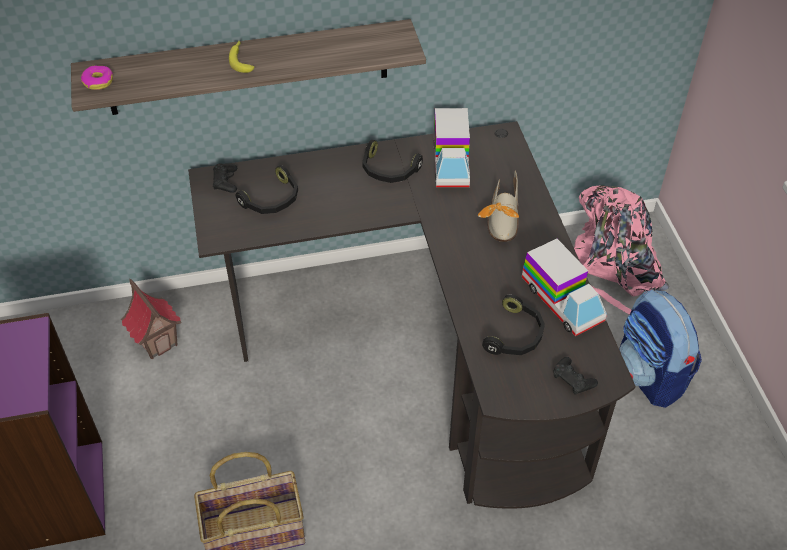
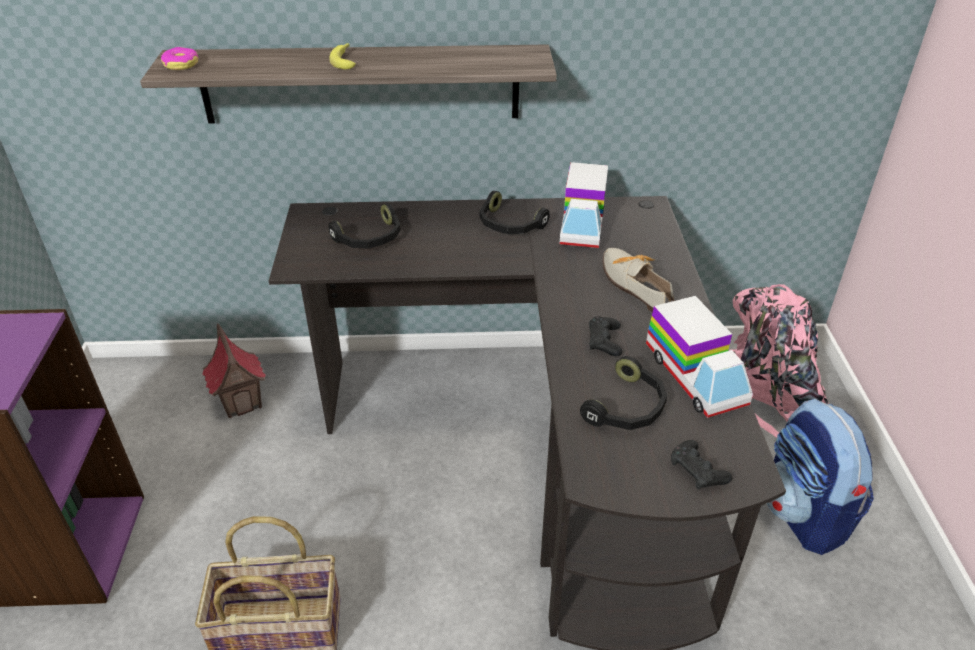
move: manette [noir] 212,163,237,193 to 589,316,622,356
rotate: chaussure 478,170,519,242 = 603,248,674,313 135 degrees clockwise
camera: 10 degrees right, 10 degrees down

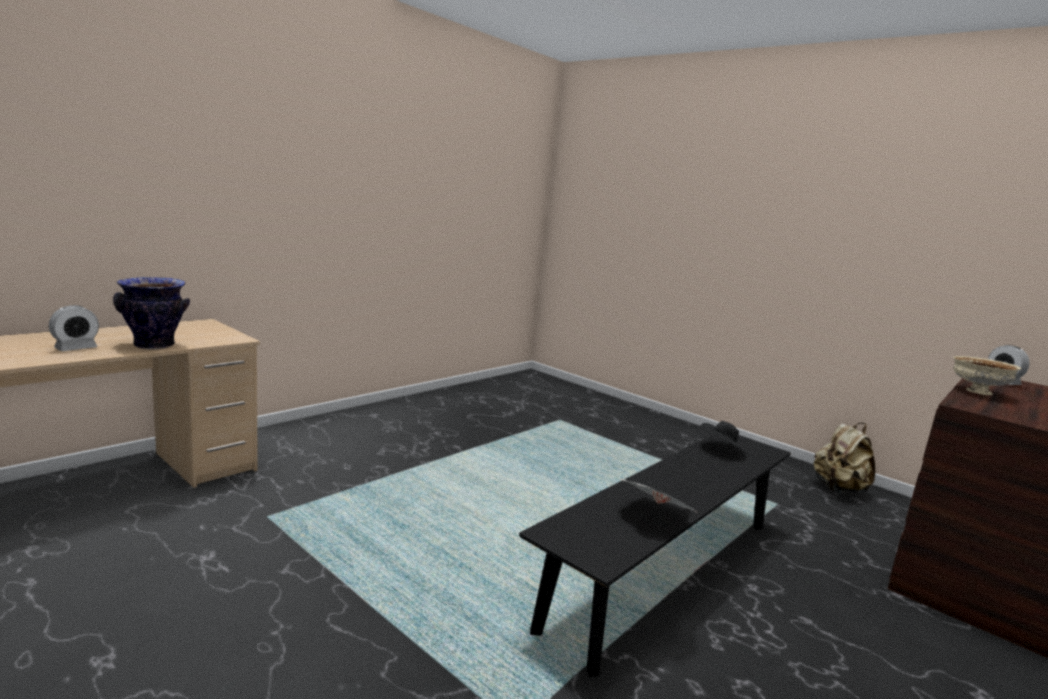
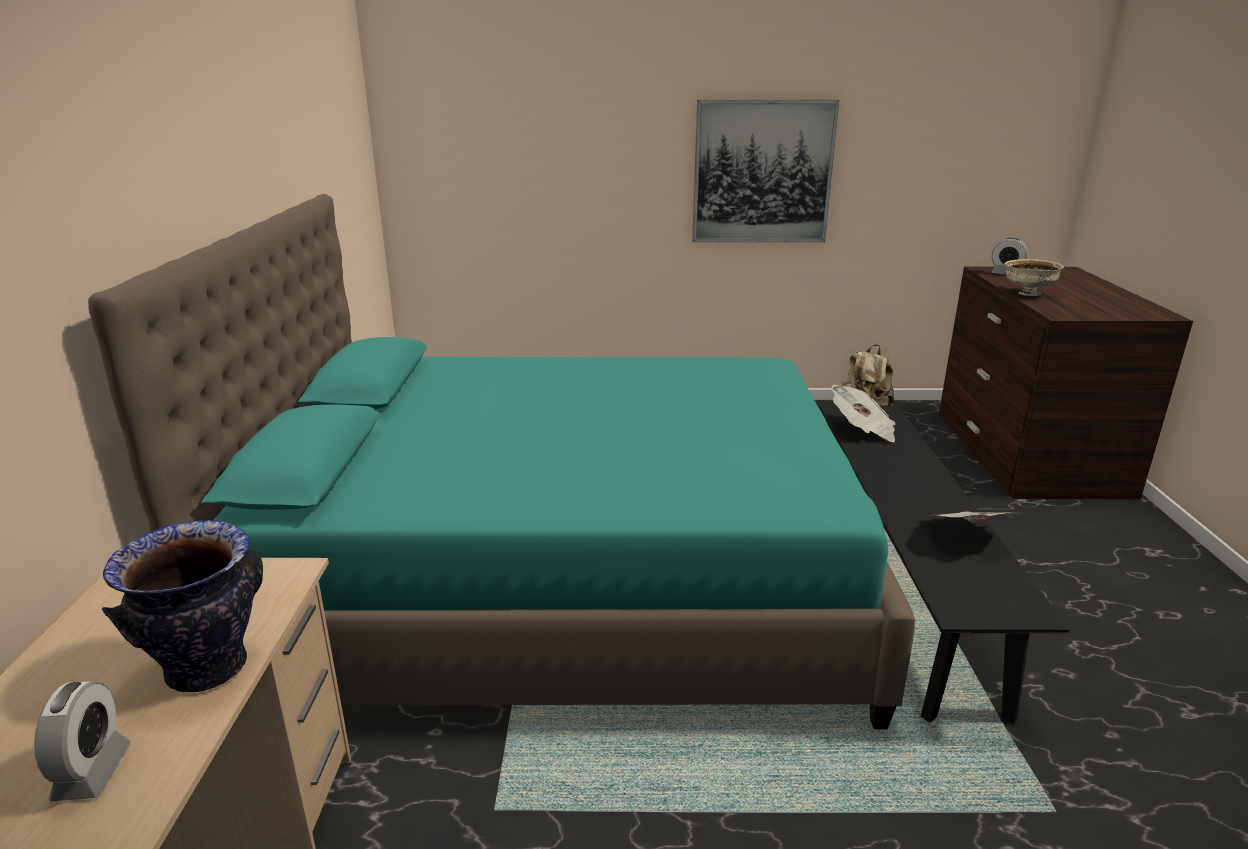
insert: lit [turquoise] 88,194,915,729; tableau 692,100,839,242
replace: chapeau [noir] 700,421,748,454 to journal 831,384,895,442
camera: 40 degrees left, 10 degrees up

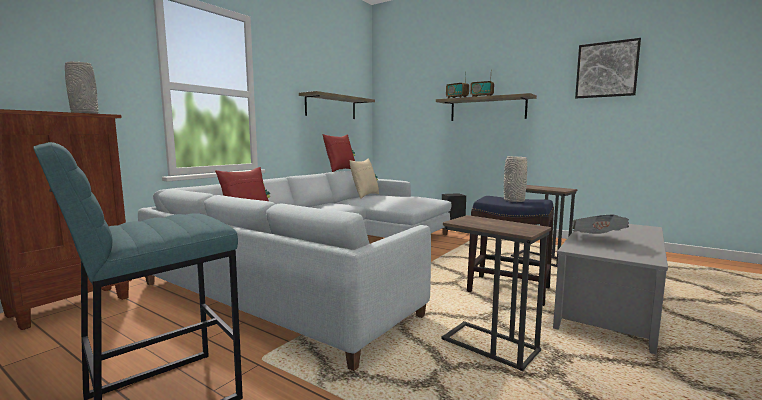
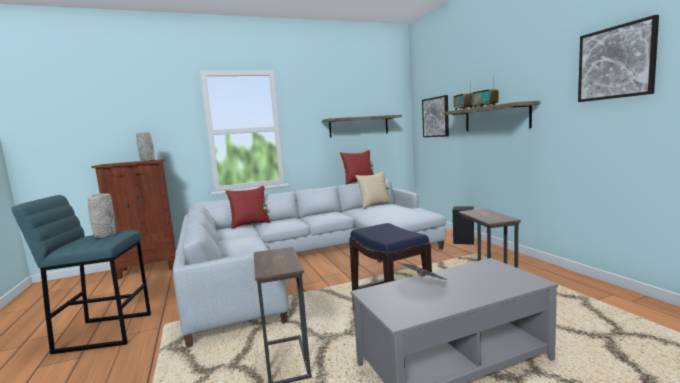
insert: tableau 422,95,449,137
move: vase [gris] 504,156,527,202 to 88,193,116,238
camera: 35 degrees right, 0 degrees up

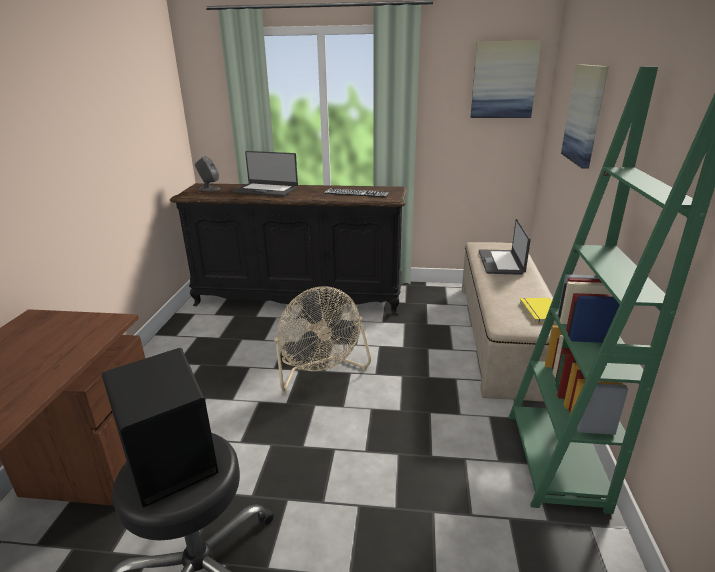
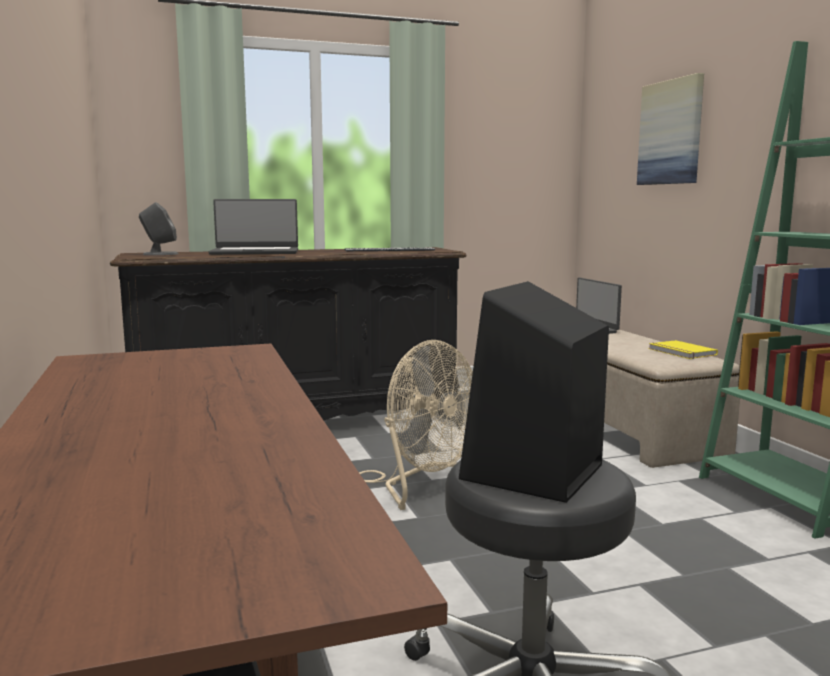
delete: tableau 471,40,542,118
camera: 25 degrees left, 15 degrees down

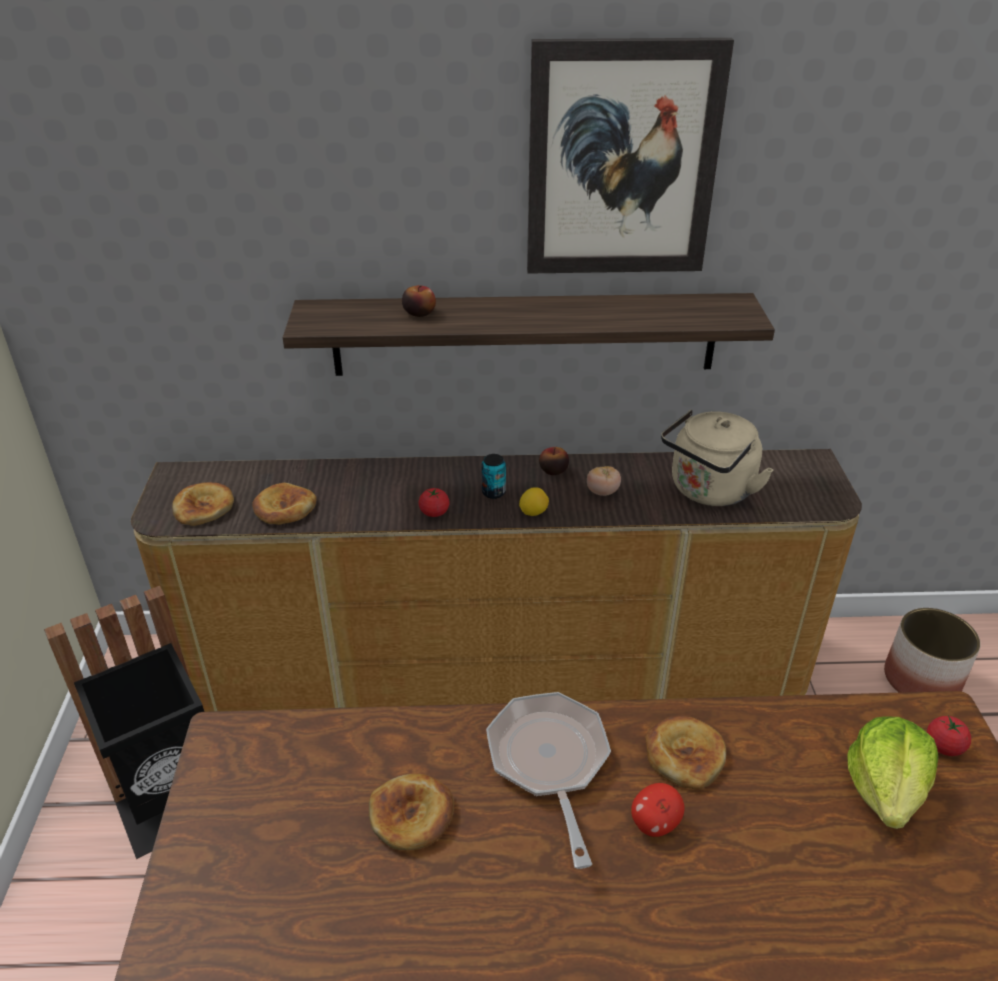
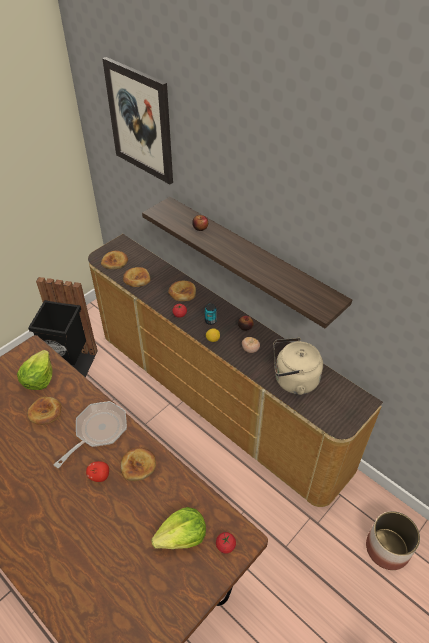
insert: laitue 17,350,52,390; pain 168,281,196,301
move: tableau 527,38,734,274 to 102,57,173,184
camera: 45 degrees right, 10 degrees up

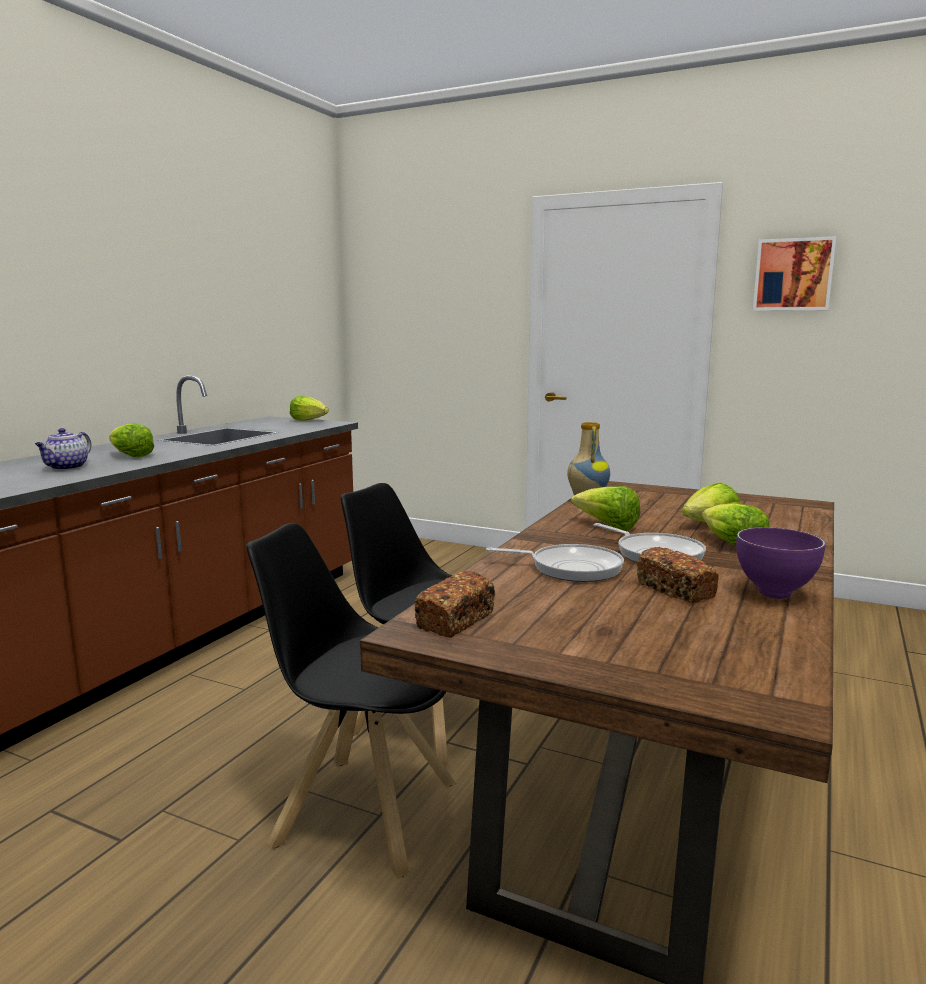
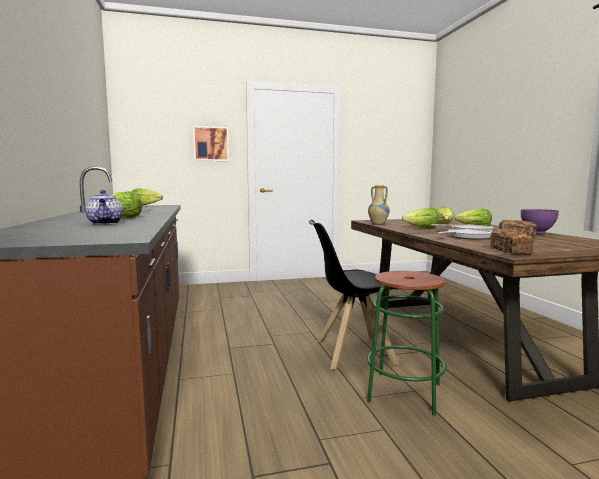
move: tableau 753,236,836,311 to 193,126,229,161
replace: chaise [noir] 246,523,456,879 to tabouret [vert] 367,271,447,416
camera: 40 degrees left, 5 degrees down

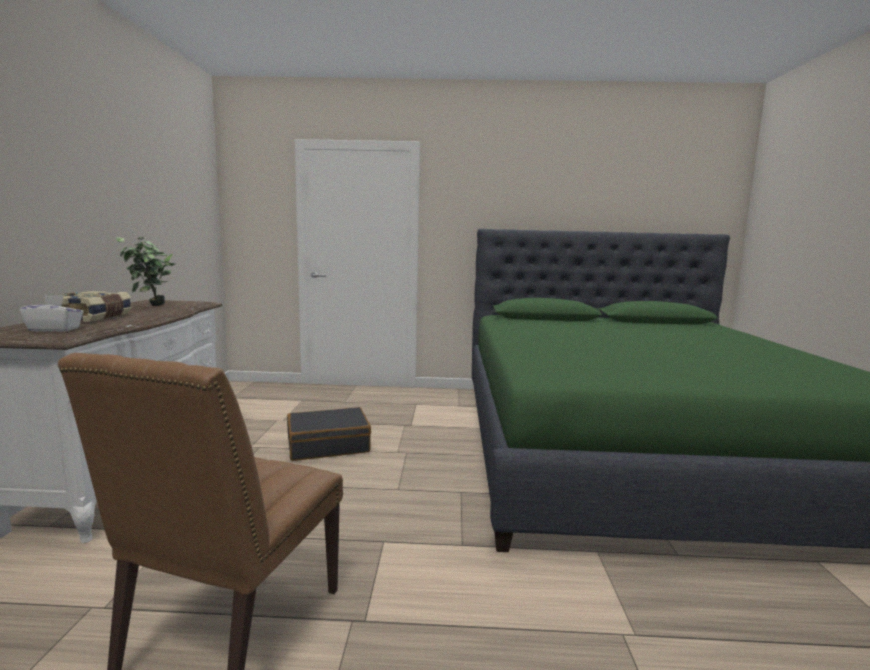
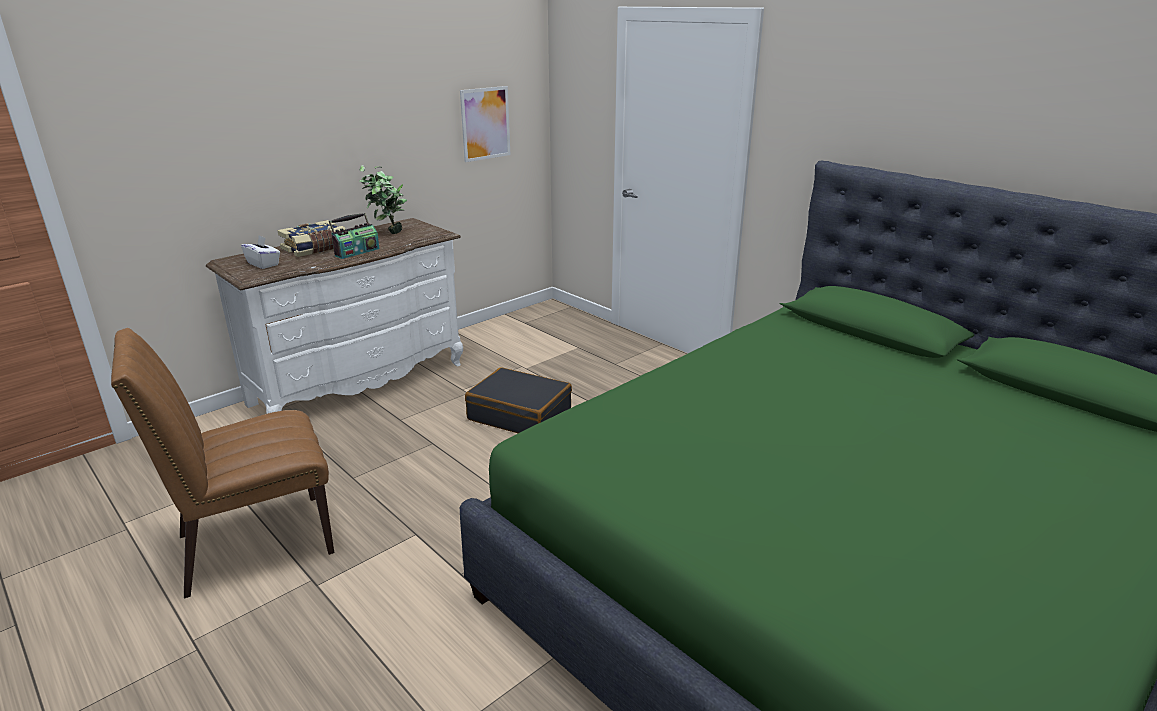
insert: radio 329,213,379,259; tableau 460,86,510,162
camera: 45 degrees right, 15 degrees up

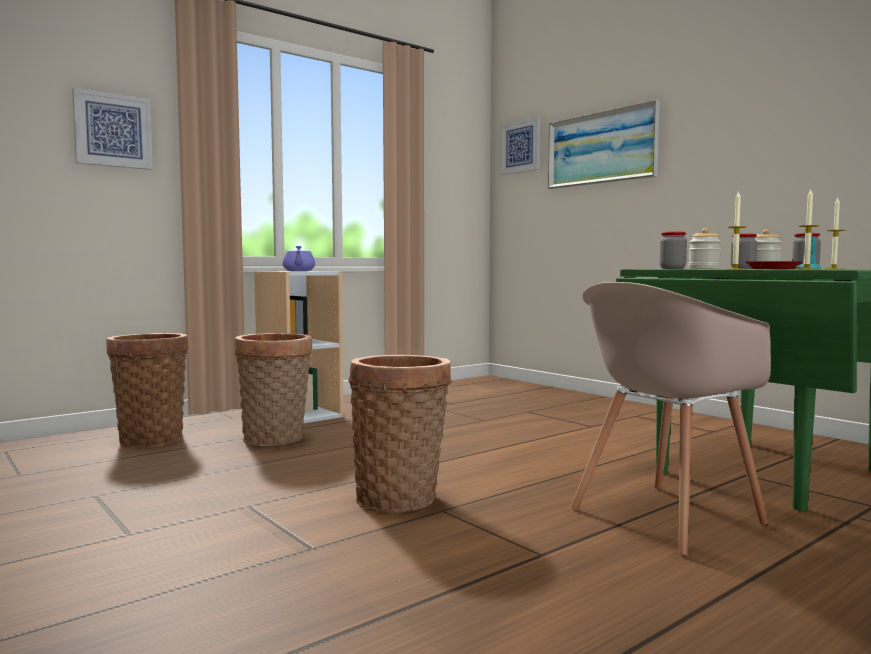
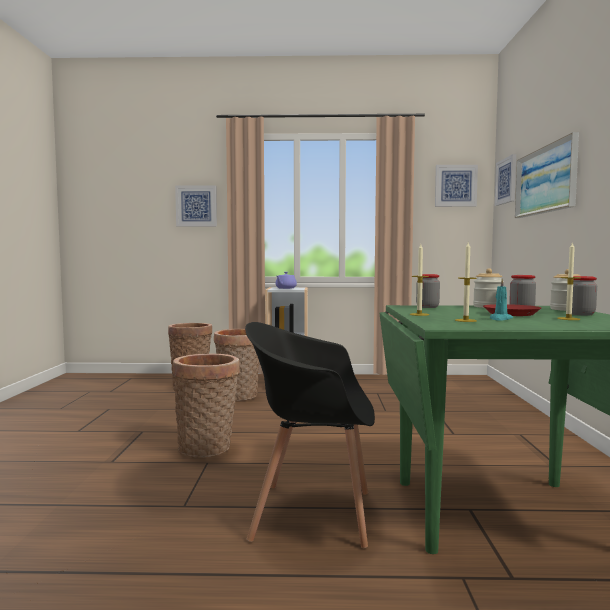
insert: tableau 435,165,478,207
recolor: chaise [beige] 571,282,771,555 to chaise [noir] 245,322,375,548
camera: 40 degrees right, 0 degrees up

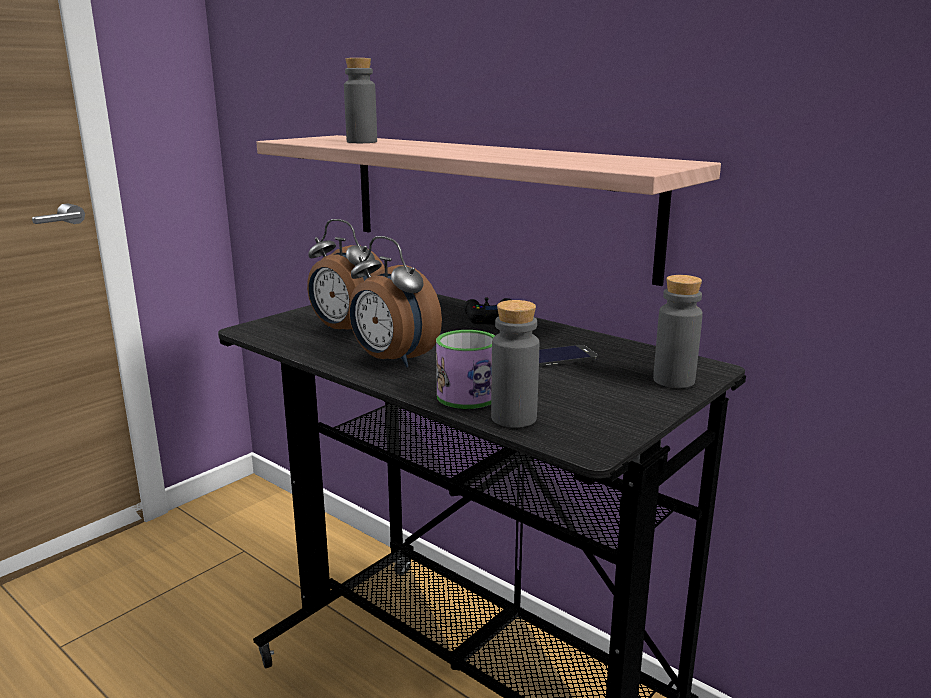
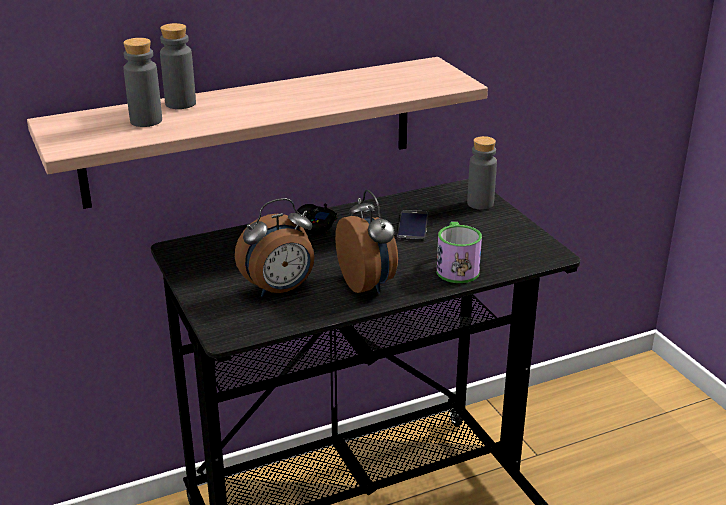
move: bouteille [gris] 491,300,539,428 to 160,23,196,109
rotate: réveil 349,236,442,368 = 335,190,398,294 90 degrees counterclockwise
camera: 65 degrees left, 10 degrees up

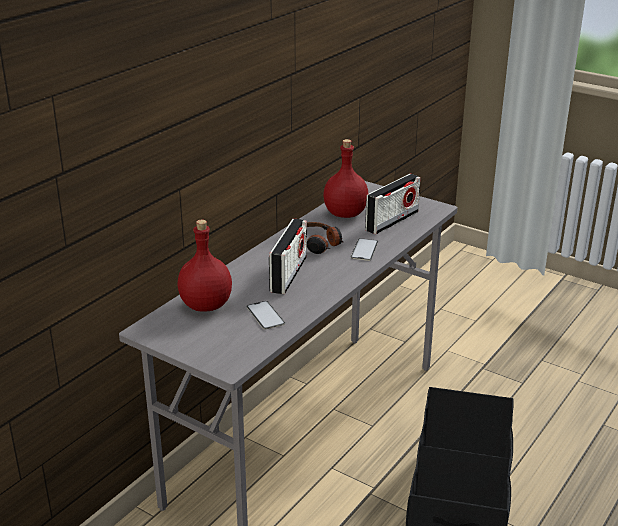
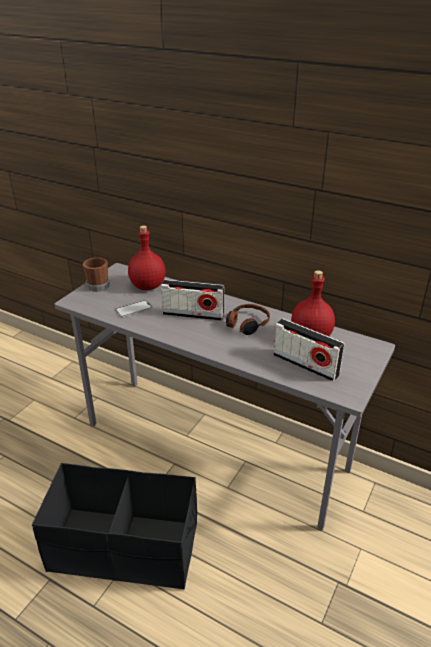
delete: téléphone 351,238,378,261
insert: mug [marron] 83,257,110,292
camera: 85 degrees right, 5 degrees up

